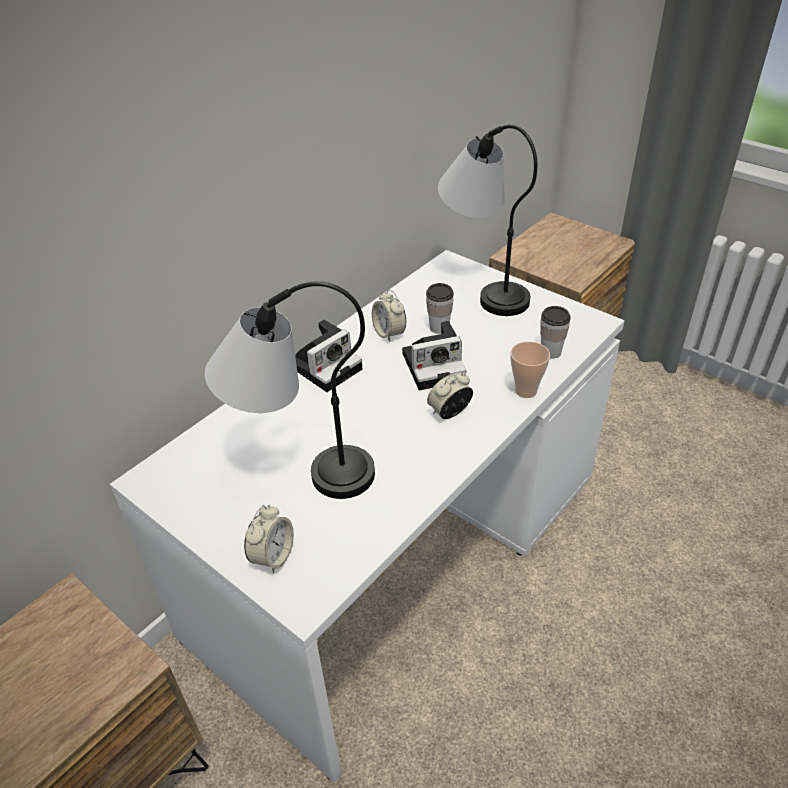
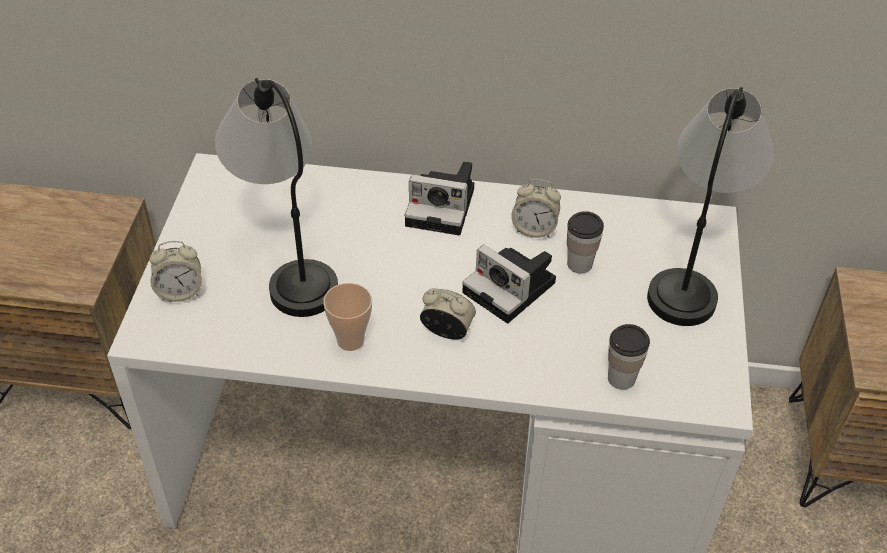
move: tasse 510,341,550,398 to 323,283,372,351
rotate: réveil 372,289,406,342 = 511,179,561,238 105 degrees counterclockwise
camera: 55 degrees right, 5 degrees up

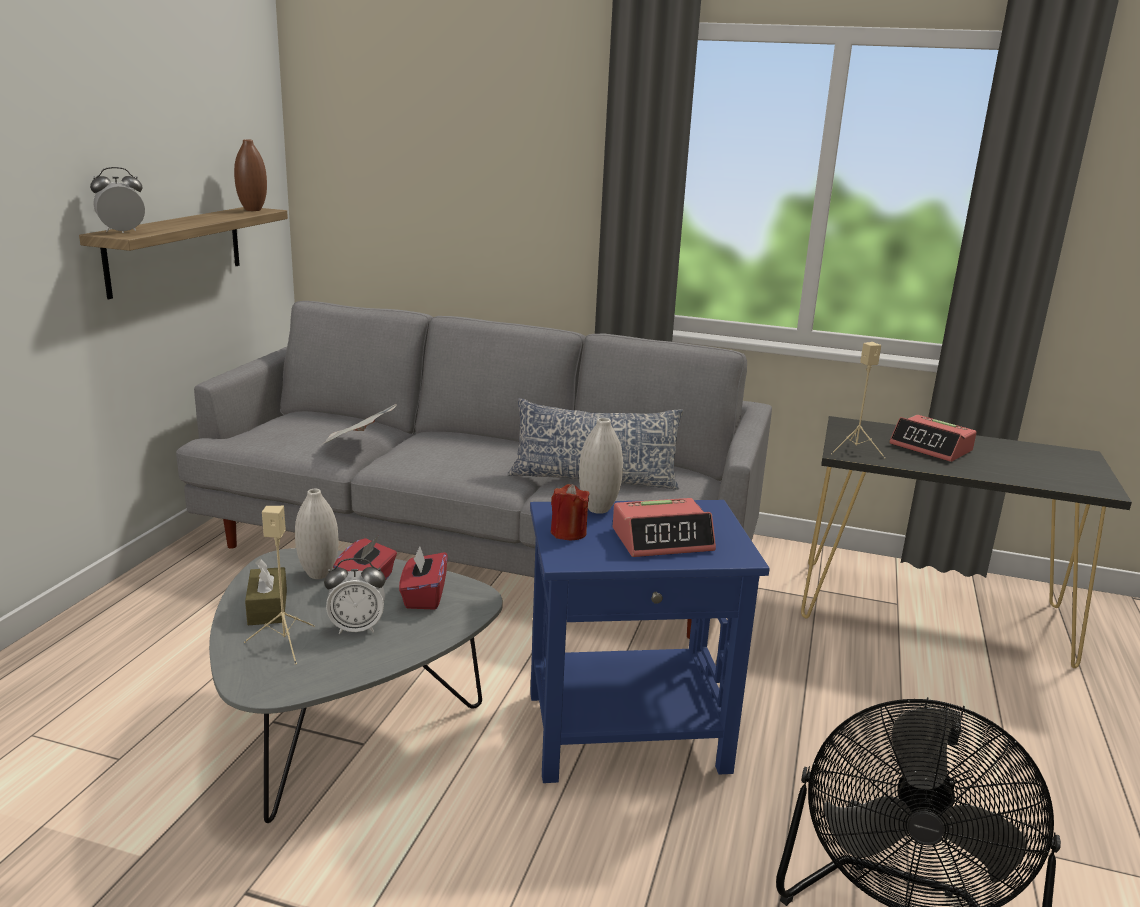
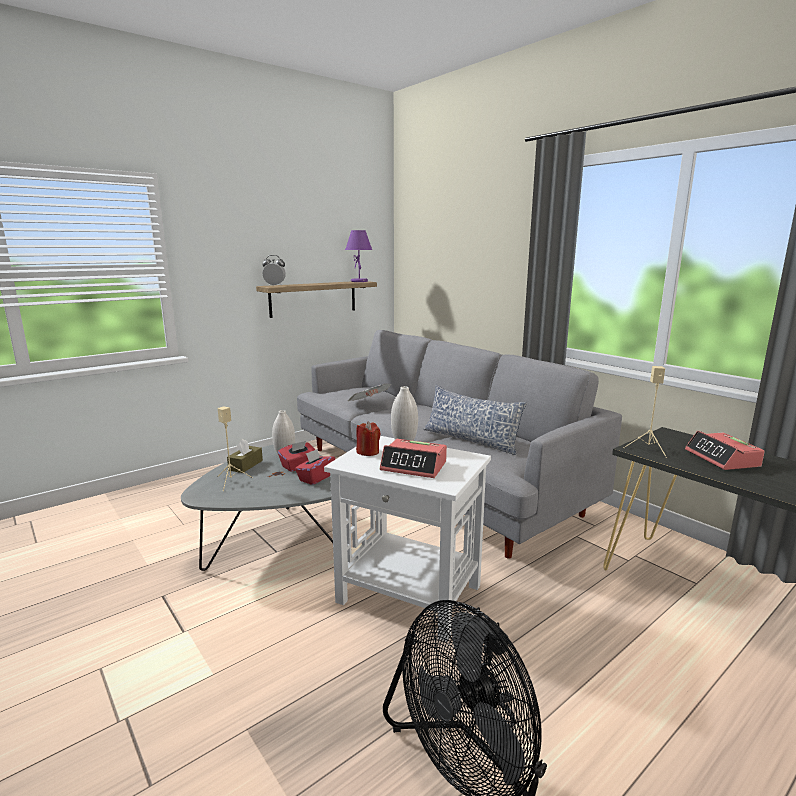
delete: réveil 324,558,386,634
replace: vase [marron] 234,139,267,211 to lampe de table [violet] 345,230,372,282
recolor: table d'appoint [bleu] 530,500,770,783 to table d'appoint [blanc] 324,436,491,642
camera: 35 degrees right, 5 degrees down

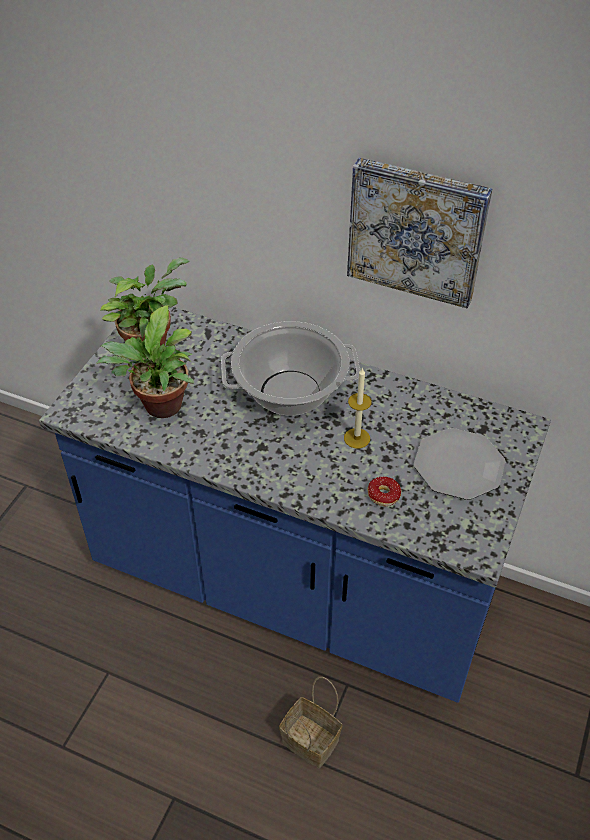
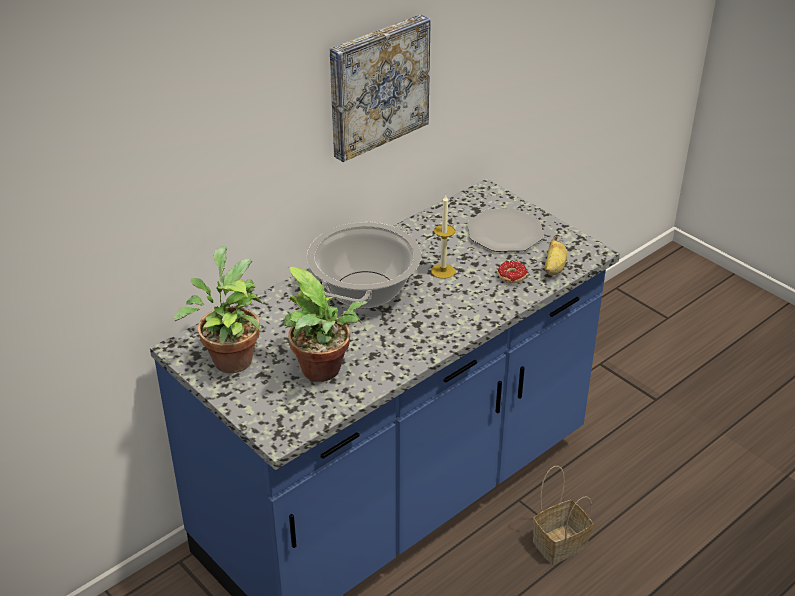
insert: banane 545,236,567,276
camera: 65 degrees left, 10 degrees down

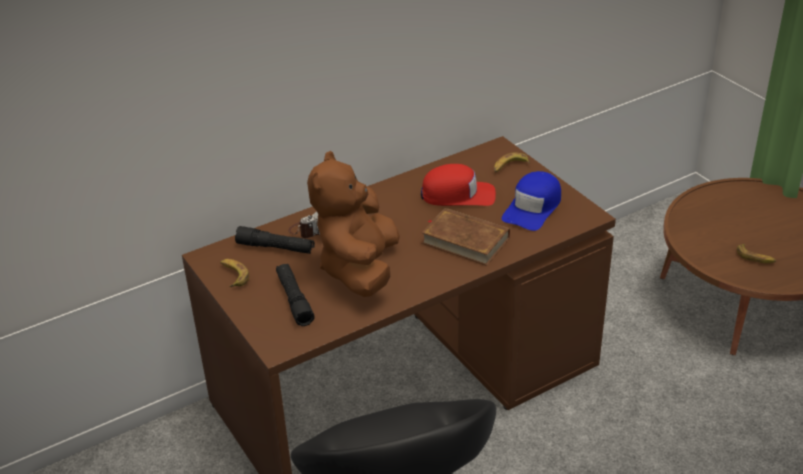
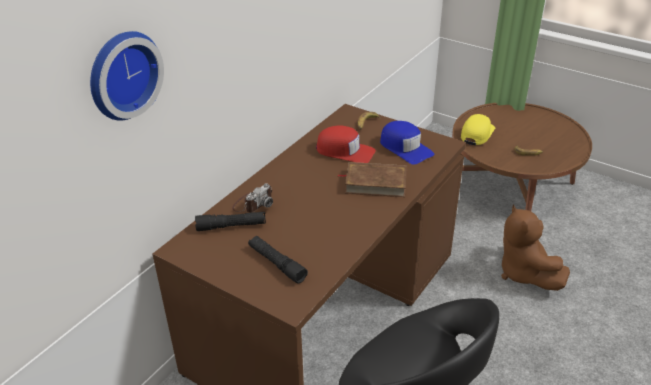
delete: banane 220,259,249,287
insert: horloge murale 90,31,164,121; casquette [jaune] 461,114,495,145
move: peluche [marron] 307,151,400,297 to 501,204,570,291
rotate: casquette [rouge] 421,164,496,206 = 316,125,376,163 45 degrees clockwise; casquette [bleu] 502,171,561,231 = 380,121,434,165 45 degrees counterclockwise
camera: 25 degrees left, 0 degrees up

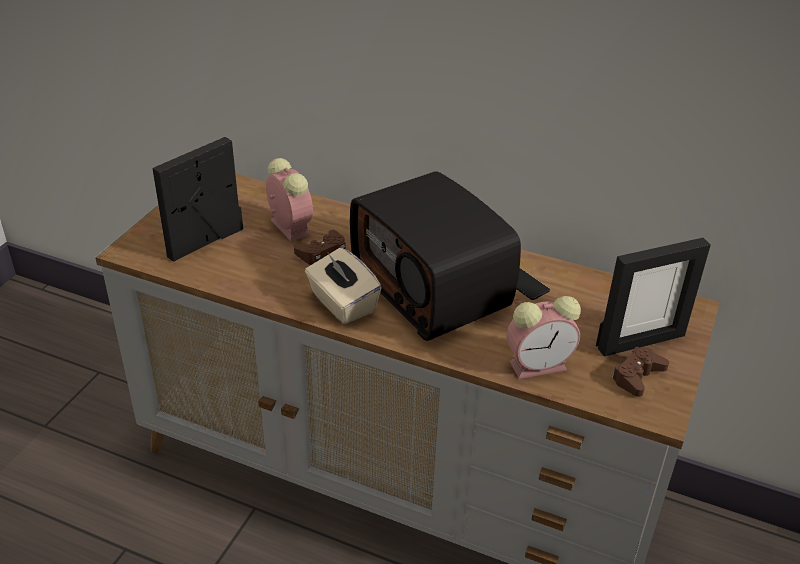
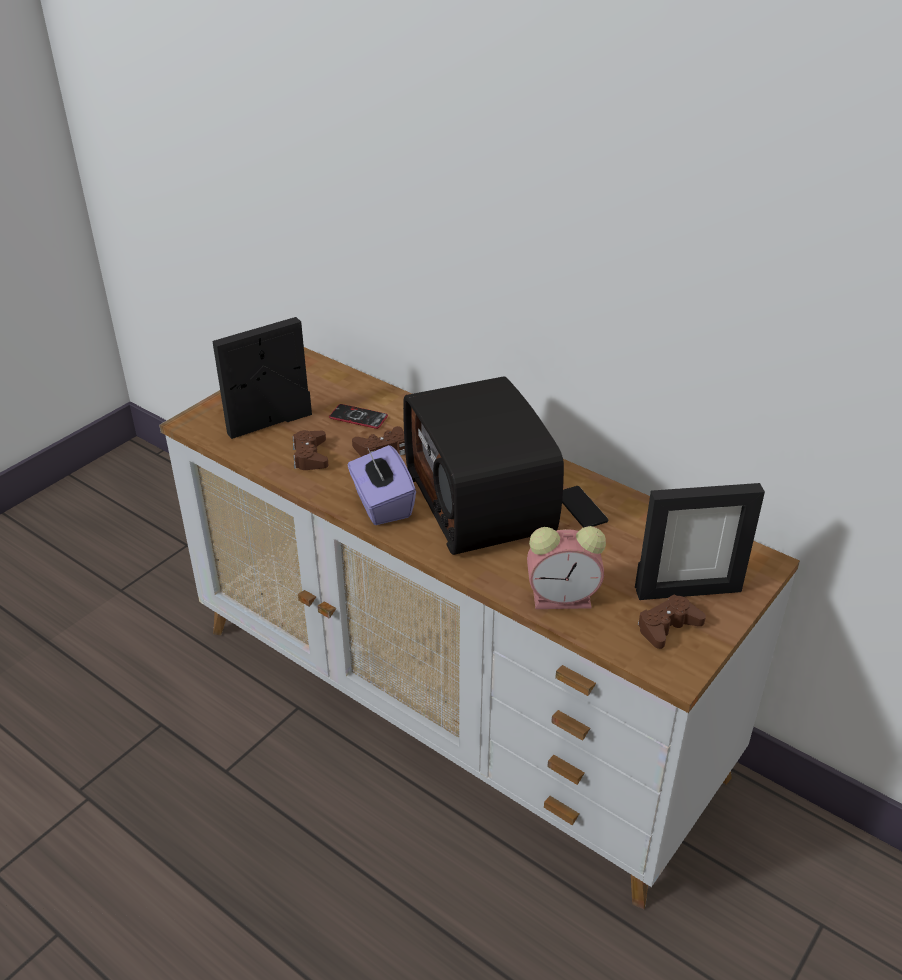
insert: manette [marron] 293,430,328,470
replace: réveil 266,158,313,241 to téléphone 329,404,388,429
recolor: boîte à mouchoirs [beige] 305,248,382,324 to boîte à mouchoirs [violet] 348,445,416,525
camera: 15 degrees right, 0 degrees up

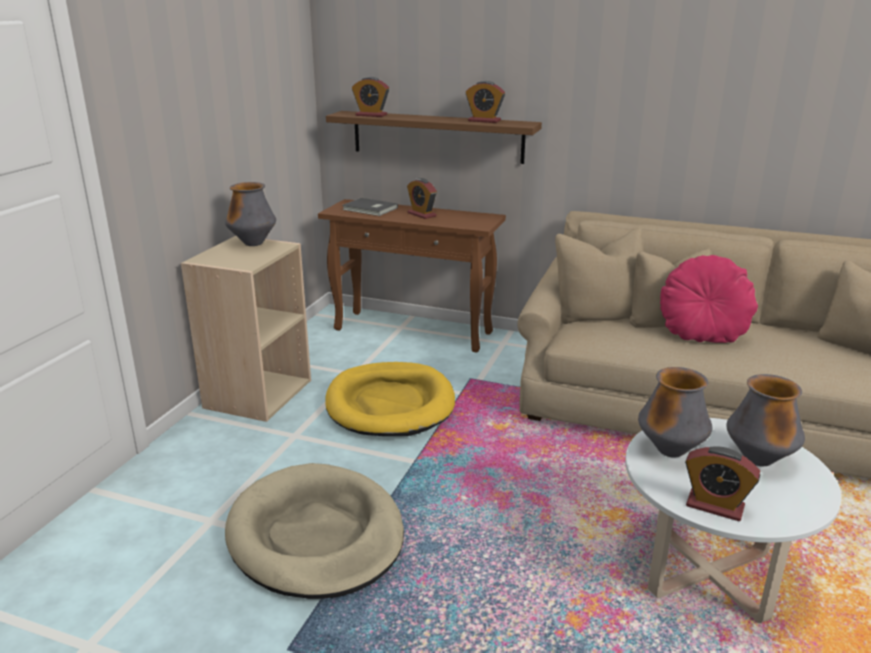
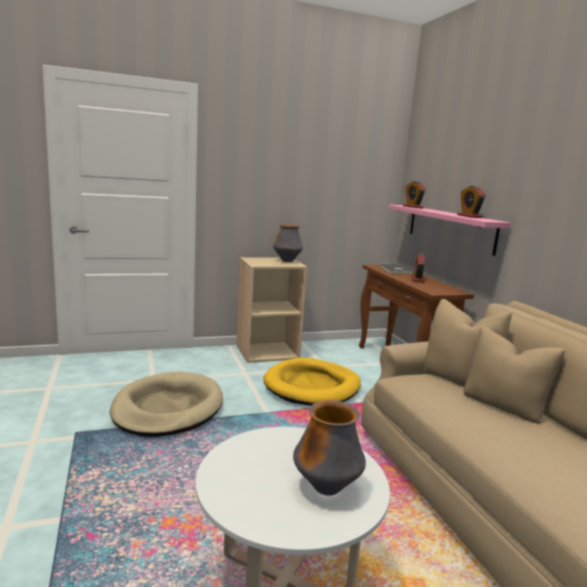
delete: vase 638,367,712,458; coussin [rose] 660,255,758,343; réveil 685,446,760,521
recolor: étagère [marron] 326,111,542,164 to étagère [rose] 388,205,511,256
camera: 50 degrees right, 10 degrees down

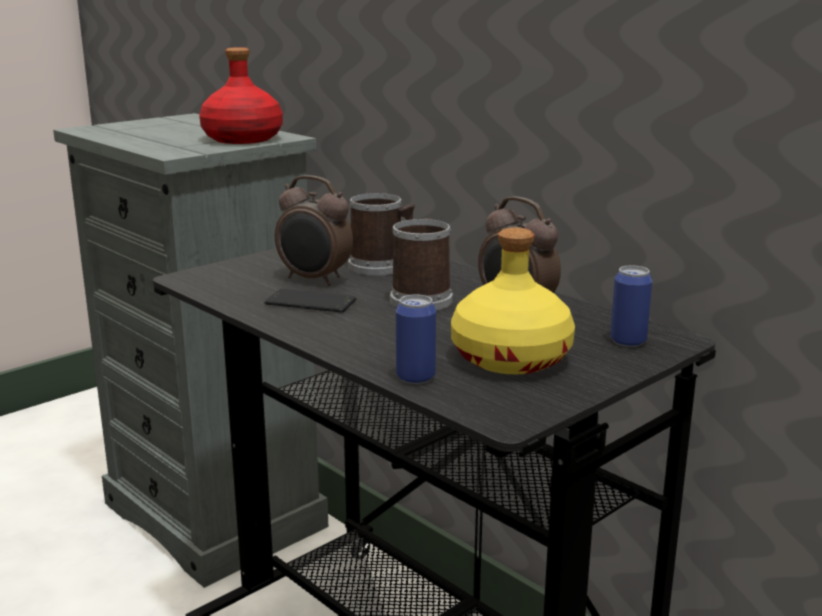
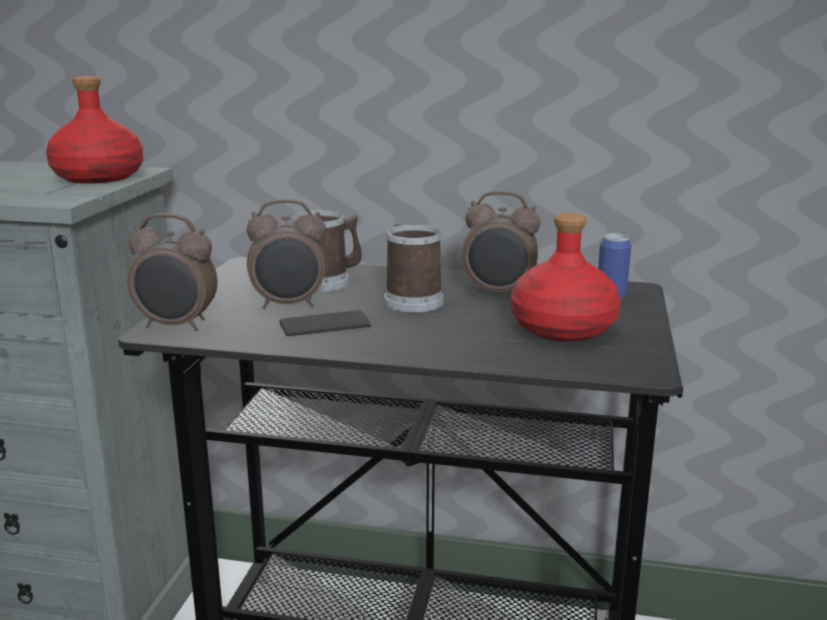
delete: boîte métallique 396,295,436,384
insert: réveil 127,213,218,331
recolor: bouteille [jaune] 451,228,575,374 to bouteille [rouge] 511,213,621,342
camera: 35 degrees left, 0 degrees up

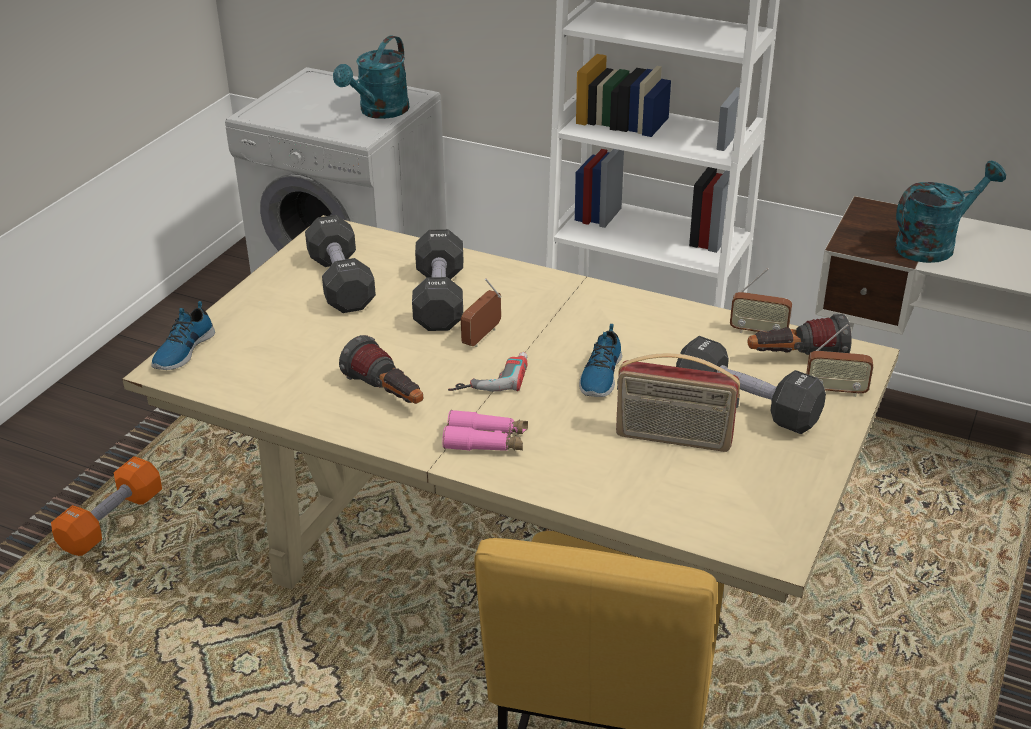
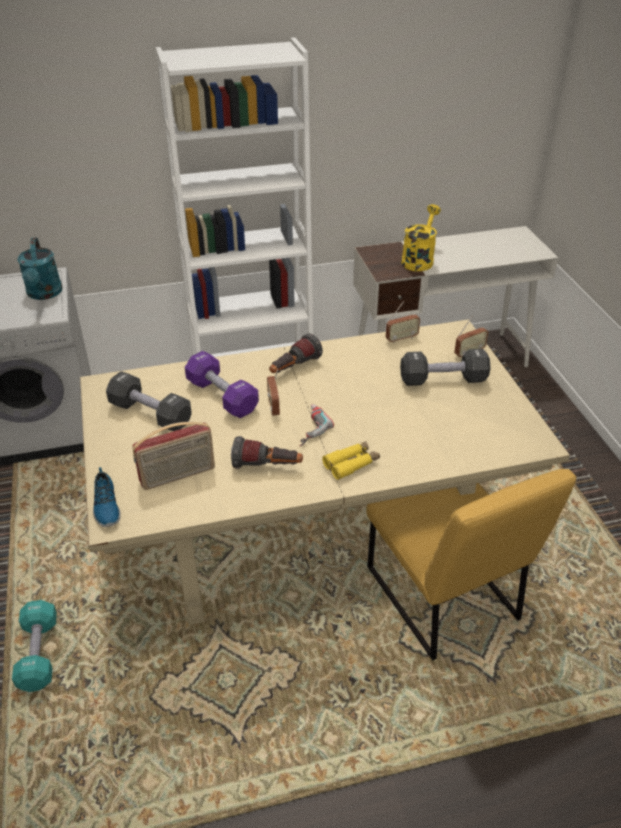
delete: chaussure 579,324,622,397
move: radio 616,353,740,452 to 132,422,215,490; lampe de poche 748,314,851,355 to 269,333,323,373
recolor: haltère [orange] 51,456,162,556 to haltère [turquoise] 12,600,57,692; haltère [noir] 412,229,463,331 to haltère [violet] 185,351,259,418; jumelles [rose] 442,410,528,451 to jumelles [jaune] 322,441,380,480; arrosoir [turquoise] 895,161,1006,263 to arrosoir [jaune] 401,204,441,271
camera: 40 degrees left, 5 degrees up

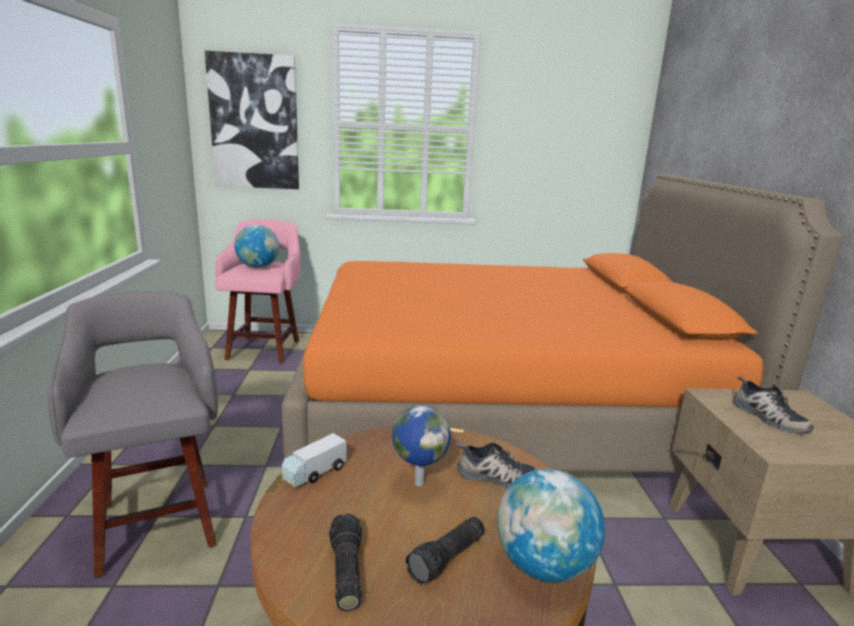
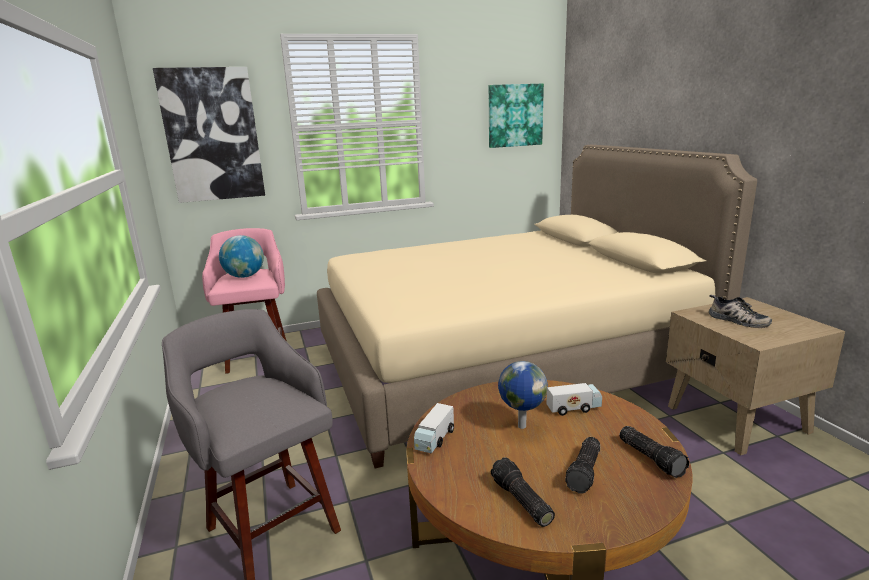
insert: tableau 489,84,544,148
replace: chaussure 456,443,538,488 to camion jouet 547,383,602,416; globe 497,469,605,582 to lampe de poche 620,426,690,478
recolor: lit [orange] 281,174,843,473 to lit [beige] 317,145,757,469
camera: 15 degrees left, 0 degrees up

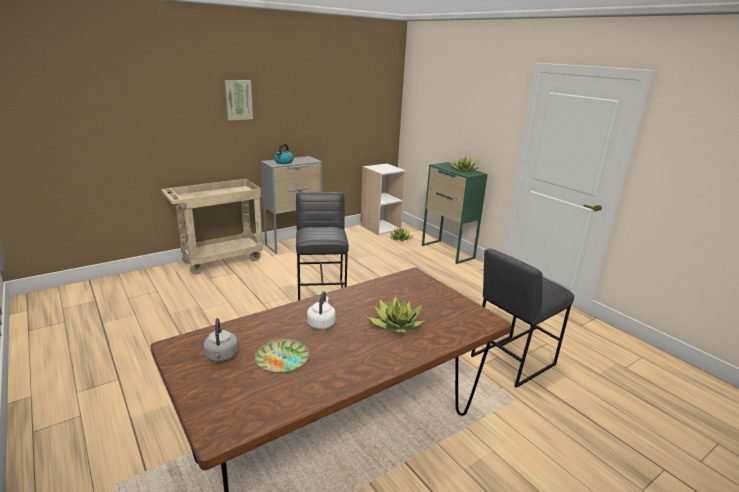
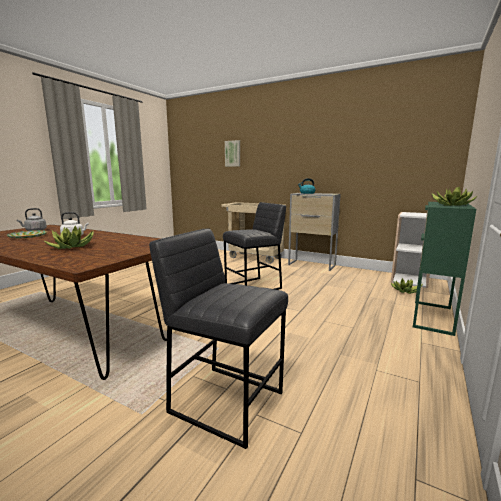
move: tableau 224,80,253,120 to 225,140,240,167
camera: 65 degrees right, 10 degrees down

